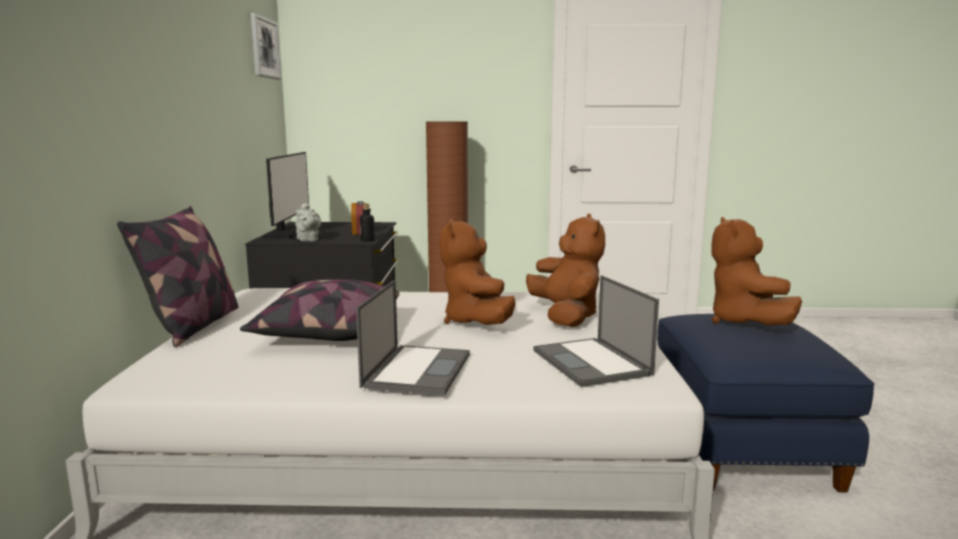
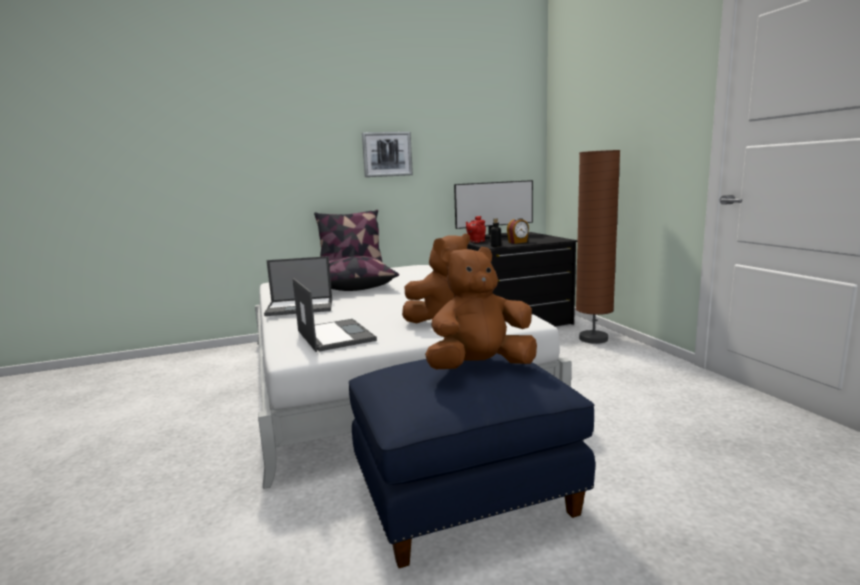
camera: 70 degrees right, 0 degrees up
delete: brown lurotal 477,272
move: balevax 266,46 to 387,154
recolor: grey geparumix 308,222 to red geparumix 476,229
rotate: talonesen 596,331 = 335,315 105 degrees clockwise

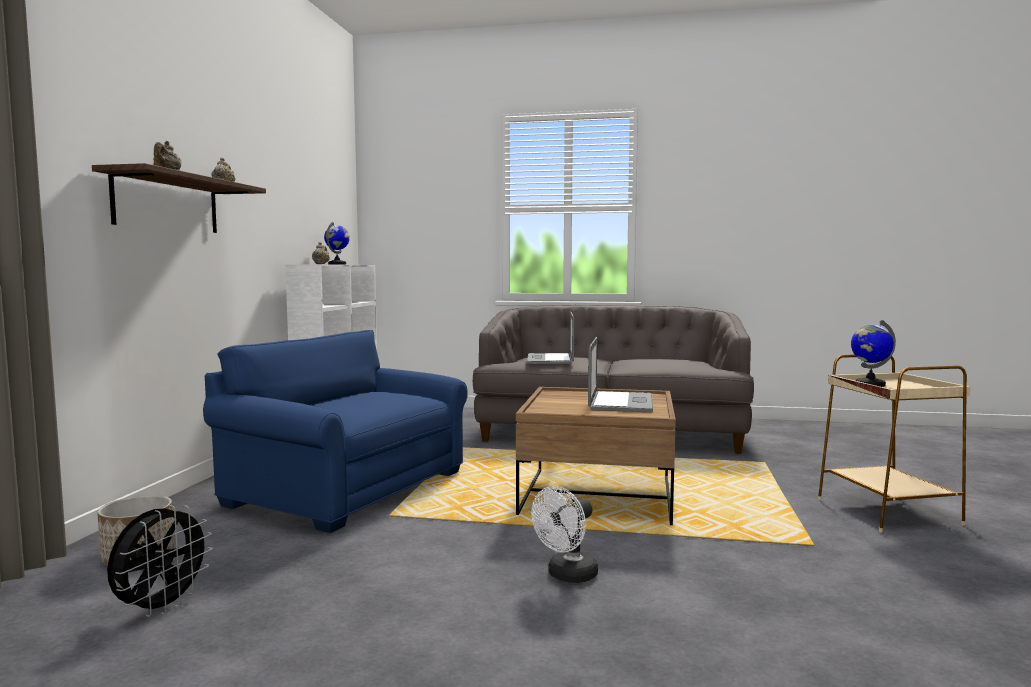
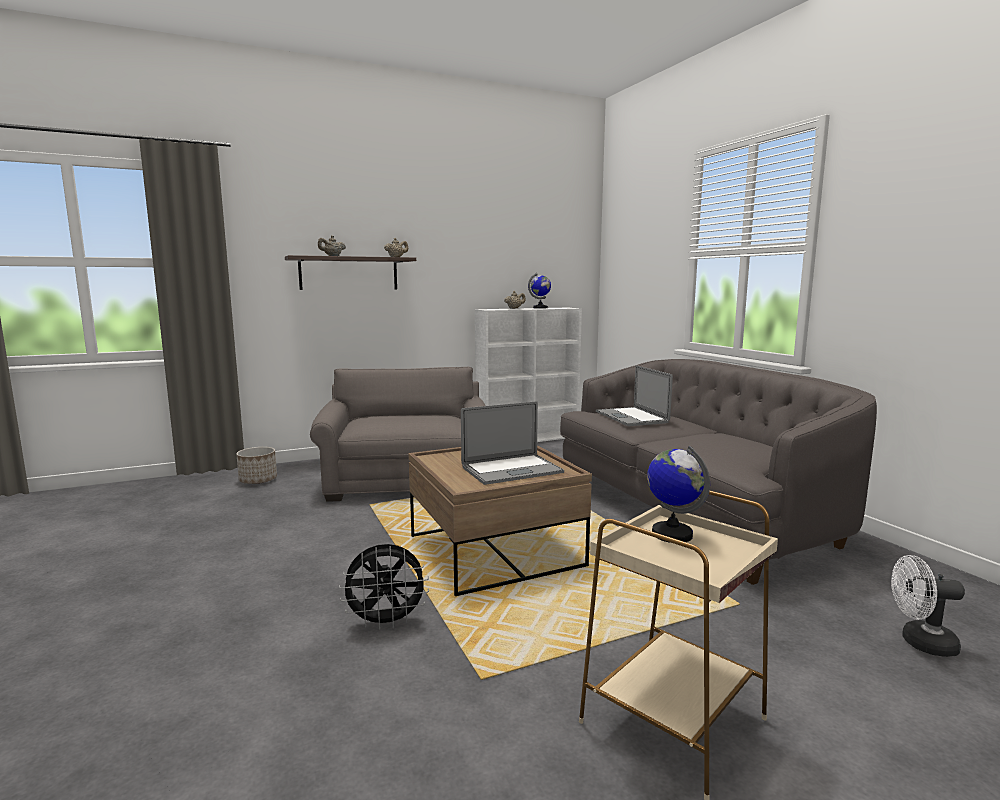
camera: 55 degrees right, 5 degrees up
move: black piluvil 160,561 to 384,587; white piluvil 564,534 to 928,606
recolor: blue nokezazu 335,431 to grey nokezazu 398,434
rotate: talonesen 550,338 = 634,395 75 degrees counterclockwise

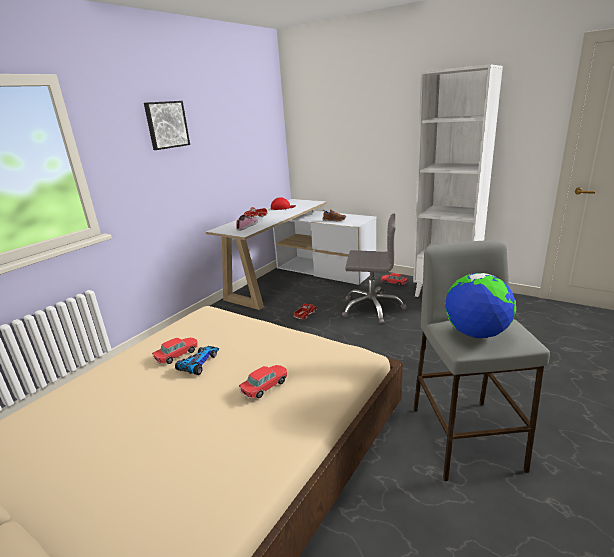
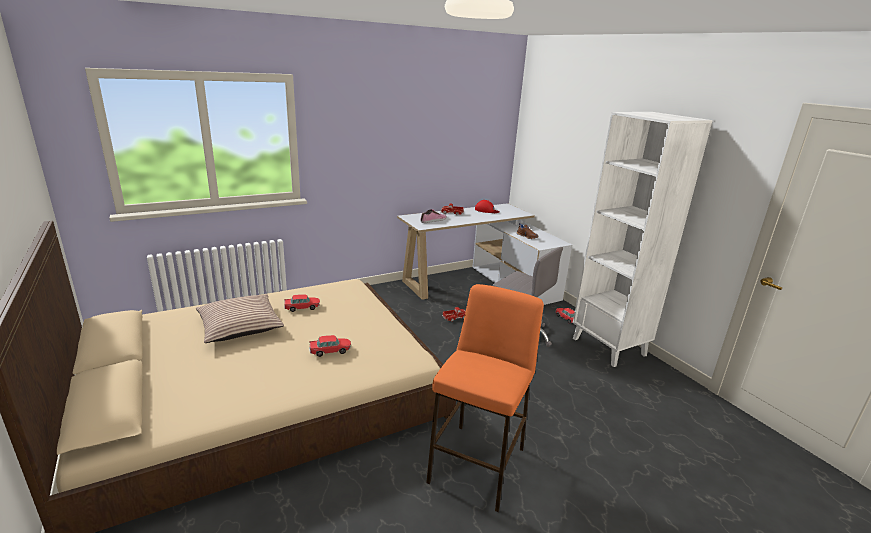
camera: 25 degrees right, 0 degrees up
delete: balevax 167,125; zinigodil 197,360; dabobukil 480,305
insert: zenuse 240,318
recolor: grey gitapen 481,361 to orange gitapen 485,398

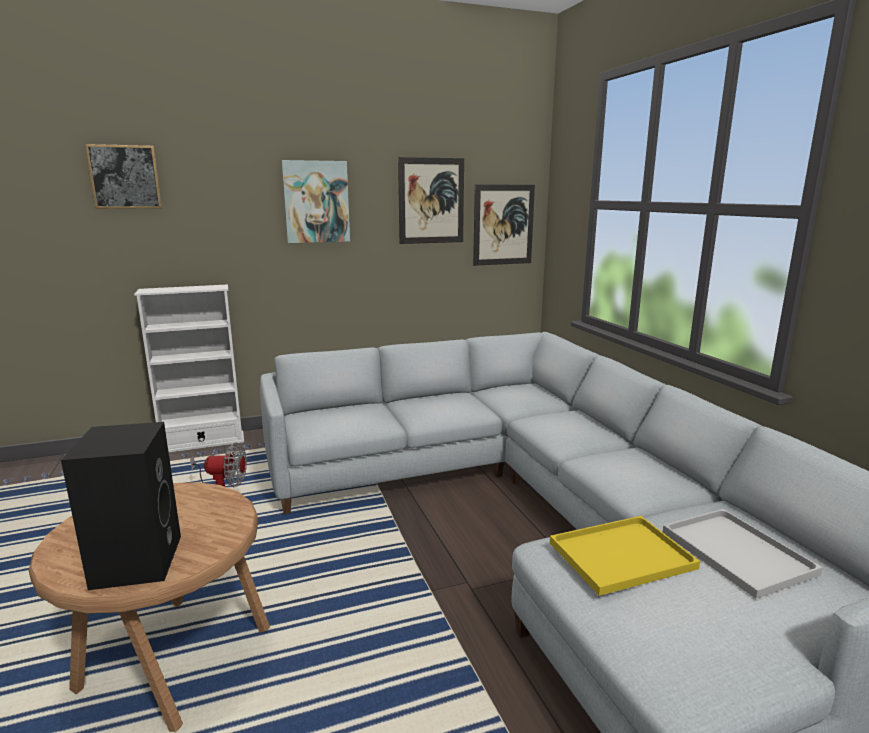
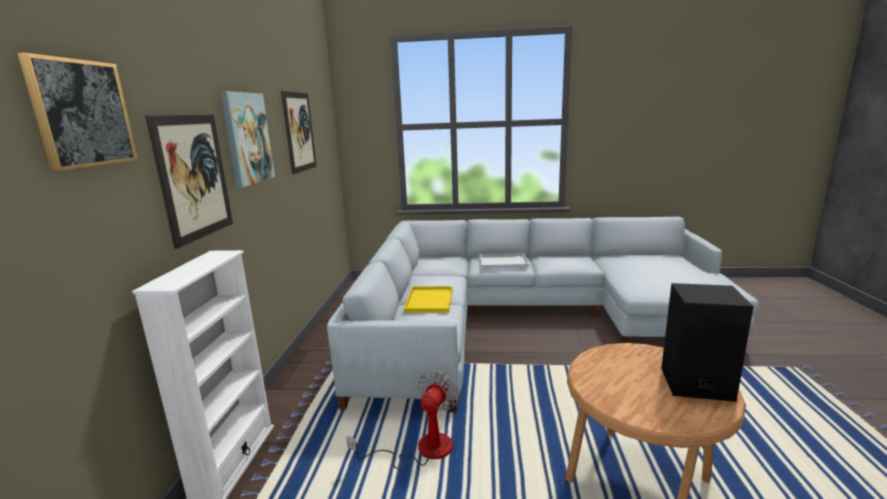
camera: 65 degrees left, 0 degrees up
move: balevax 504,225 to 189,182; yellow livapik 625,556 to 428,299; white livapik 743,554 to 504,261

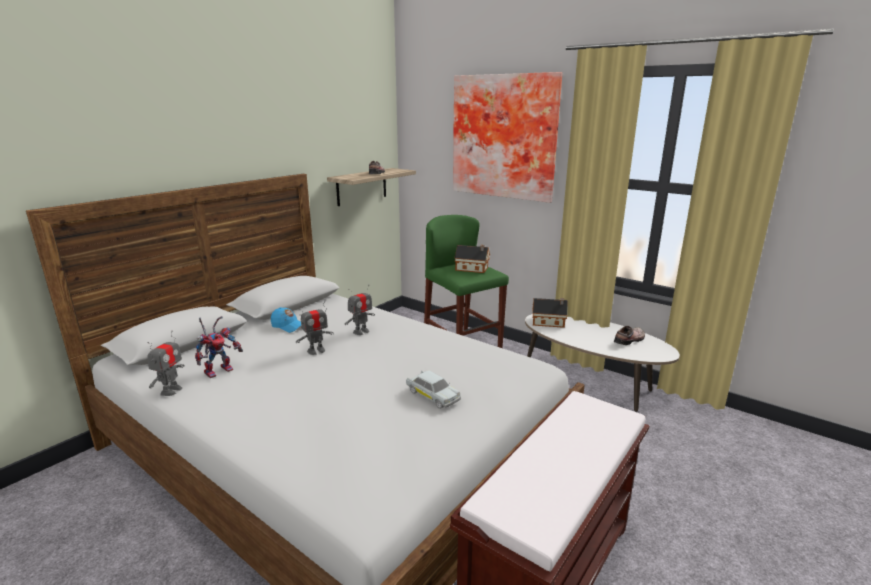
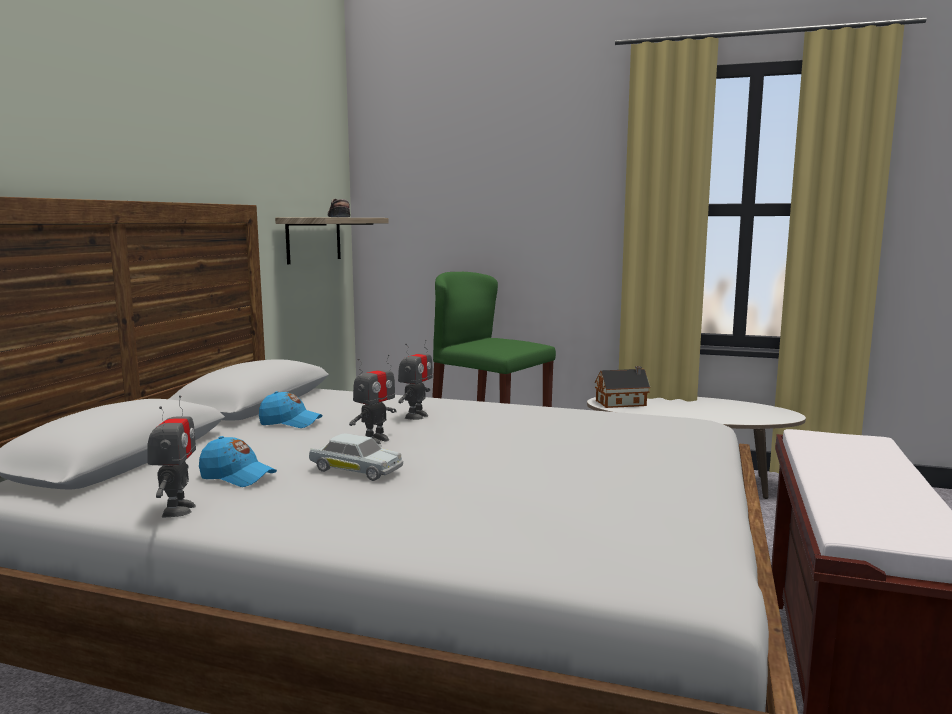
camera: 20 degrees left, 10 degrees down
delete: balevax 508,137; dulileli 472,259; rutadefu 629,335
move: white zinigodil 433,390 to 356,457
replace: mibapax 219,347 to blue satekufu 238,461

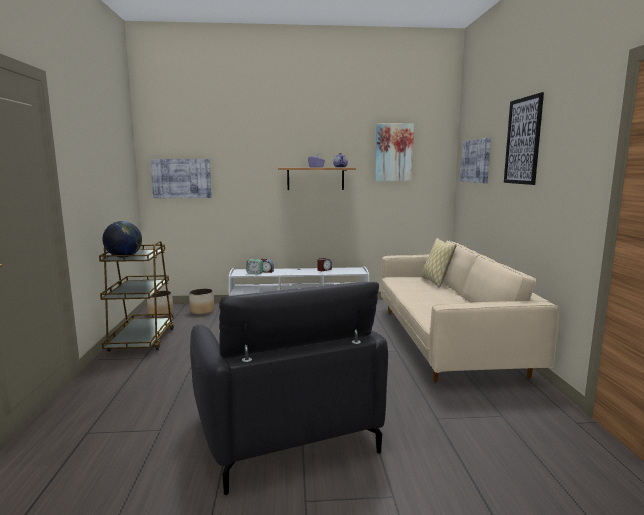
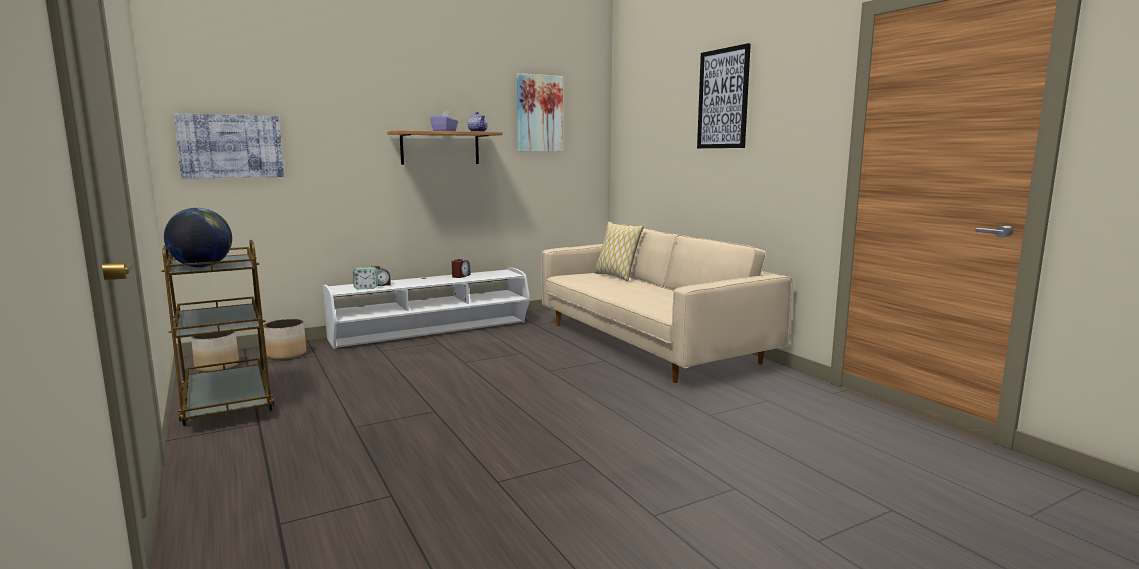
camera: 25 degrees left, 0 degrees up
delete: black nokezazu 289,388; balevax 475,160

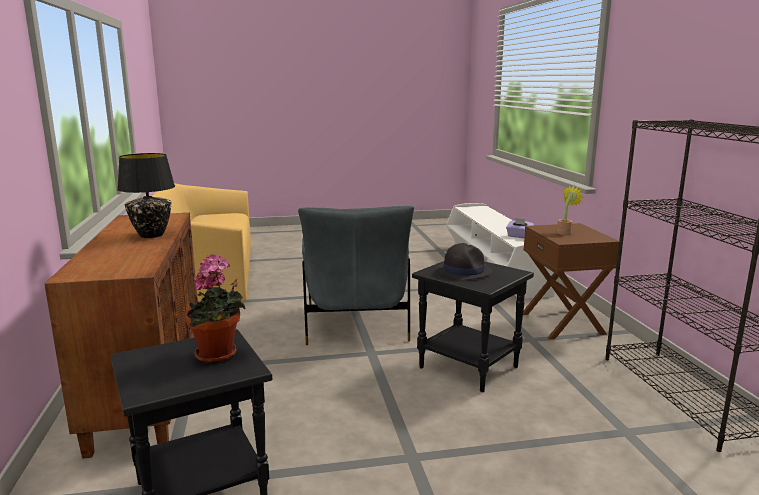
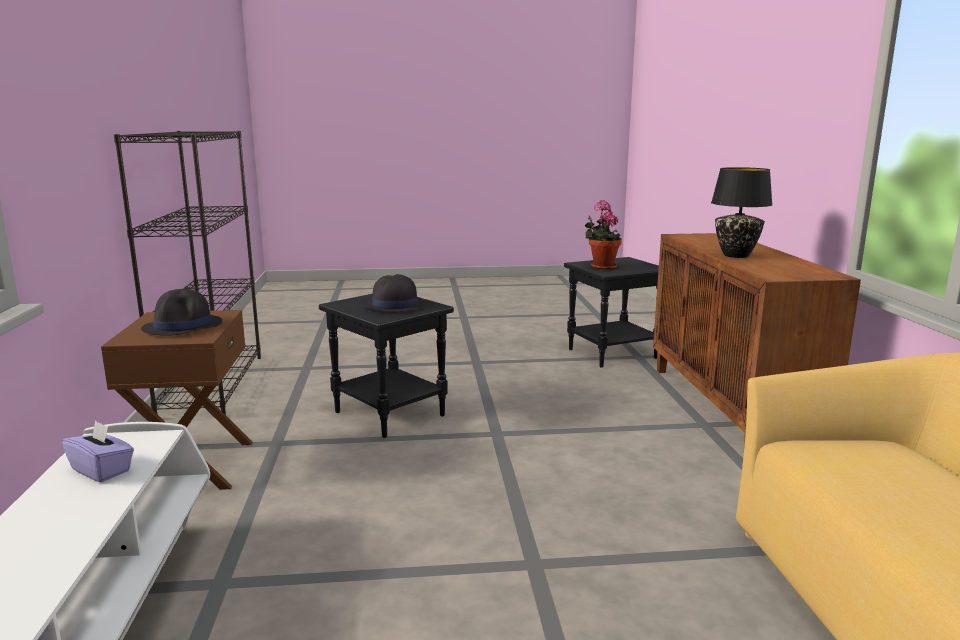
camera: 175 degrees left, 0 degrees up
delete: grey nokezazu 356,275
replace: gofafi 570,210 to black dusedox 181,312

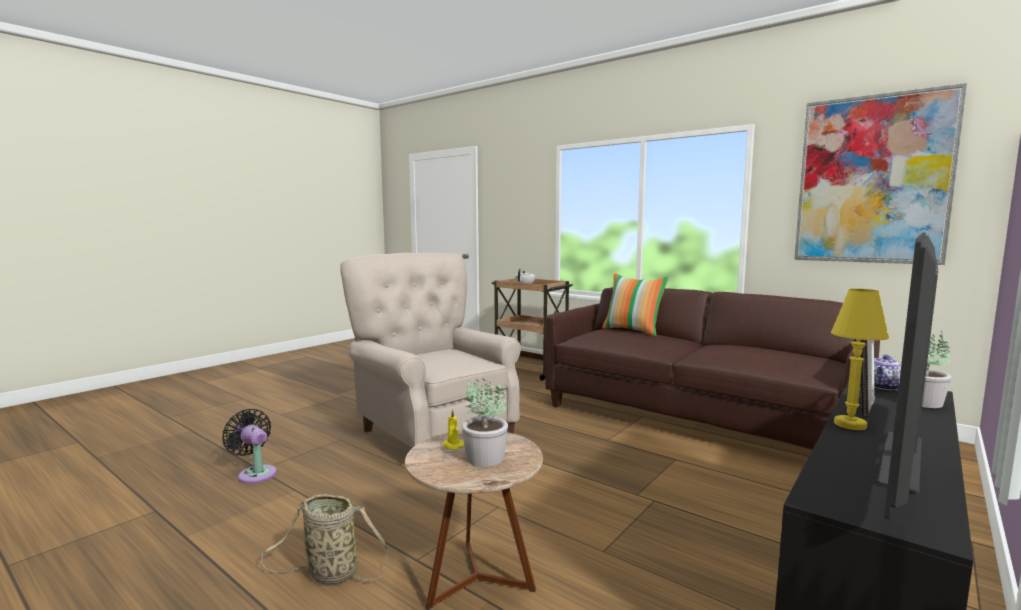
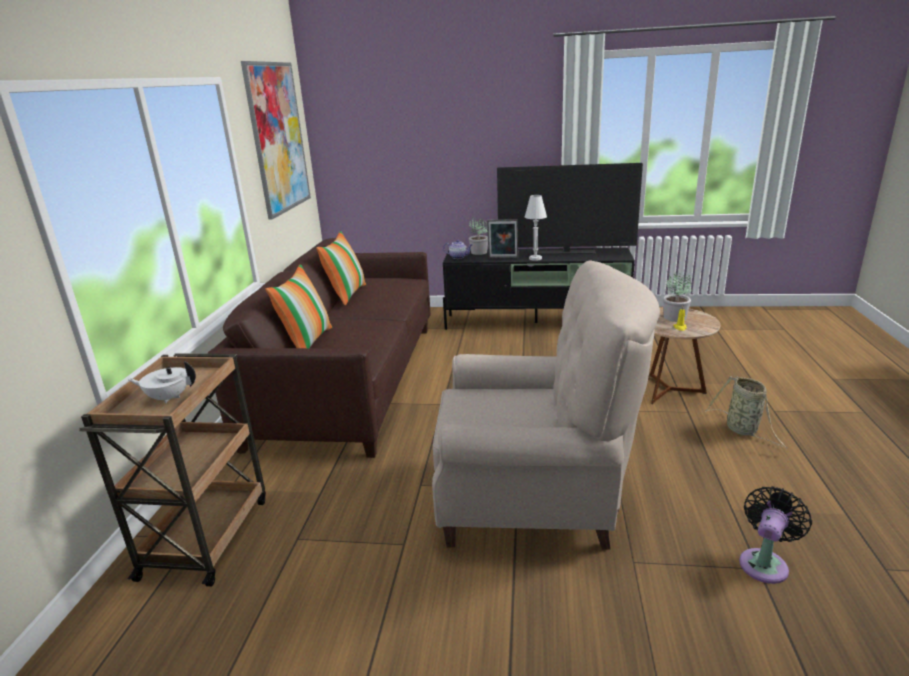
camera: 120 degrees left, 15 degrees up
insert: zenuse 341,268
recolor: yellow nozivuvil 860,359 to white nozivuvil 536,228
rotate: black piluvil 249,446 = 775,535 150 degrees counterclockwise; beige nokezazu 430,351 = 546,405 105 degrees counterclockwise

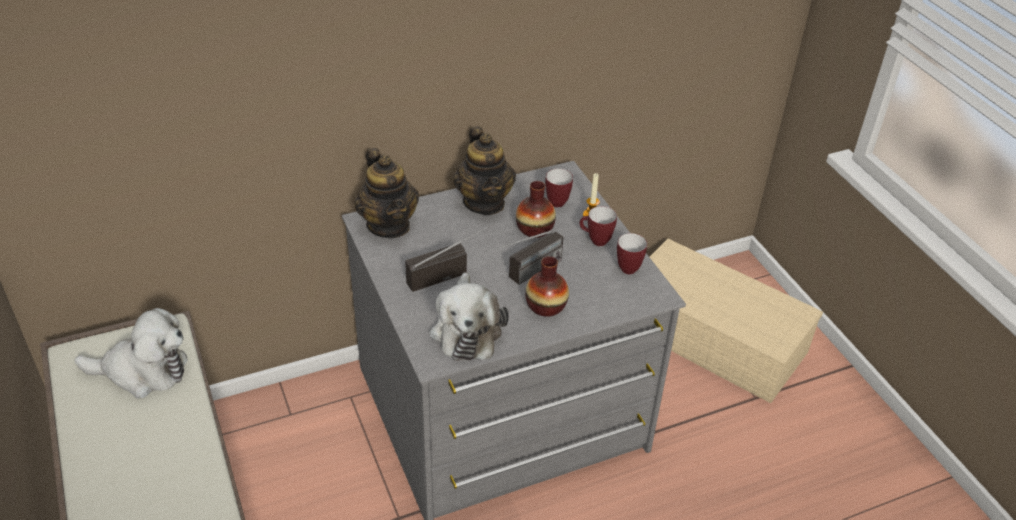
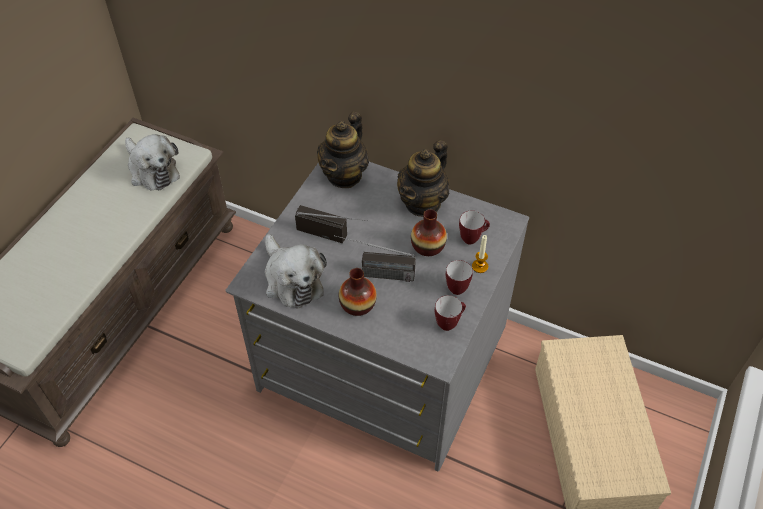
camera: 50 degrees right, 10 degrees up
rotate: lurotal 469,316 = 296,271 75 degrees counterclockwise

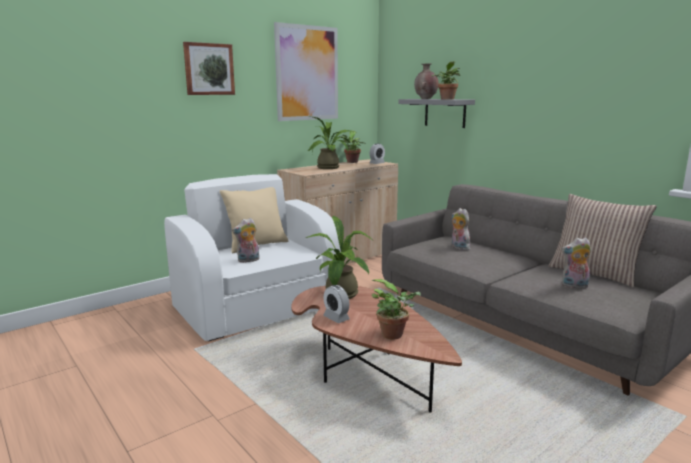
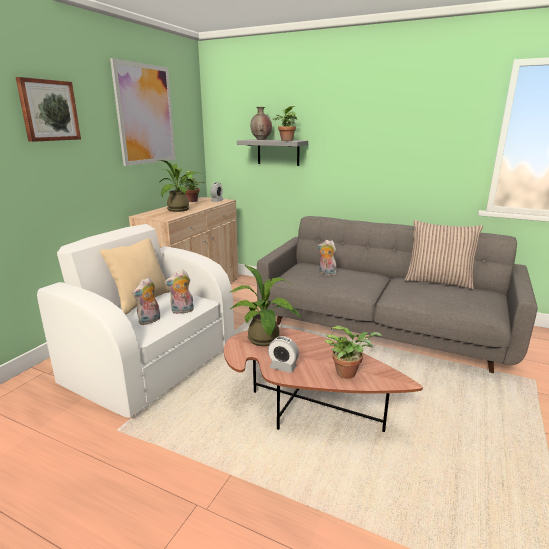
camera: 25 degrees left, 5 degrees up
move: lurotal 576,262 to 179,292

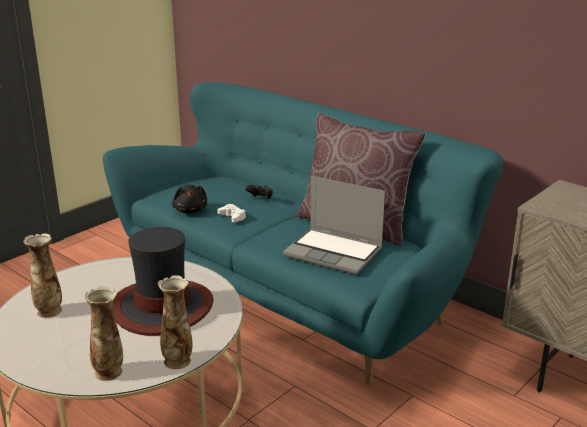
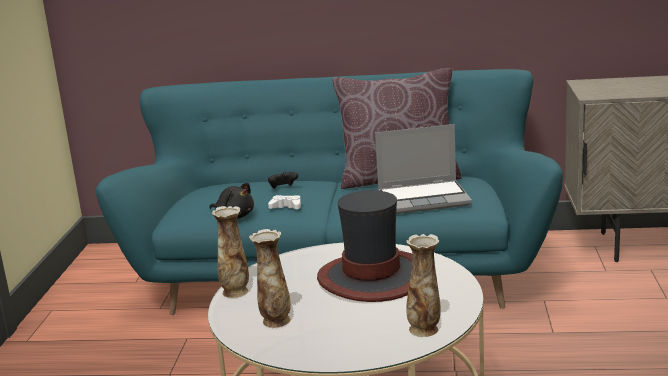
camera: 35 degrees left, 5 degrees down
move: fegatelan 175,322 to 230,252

